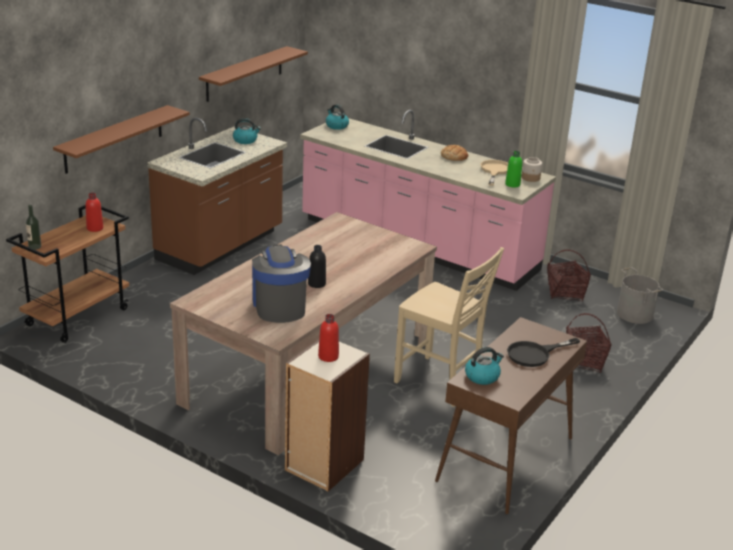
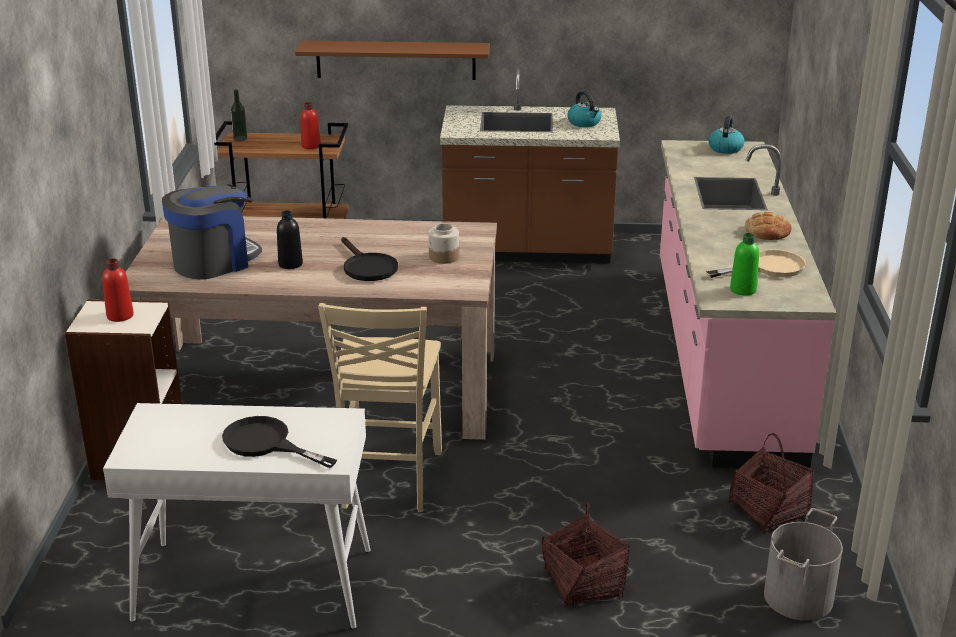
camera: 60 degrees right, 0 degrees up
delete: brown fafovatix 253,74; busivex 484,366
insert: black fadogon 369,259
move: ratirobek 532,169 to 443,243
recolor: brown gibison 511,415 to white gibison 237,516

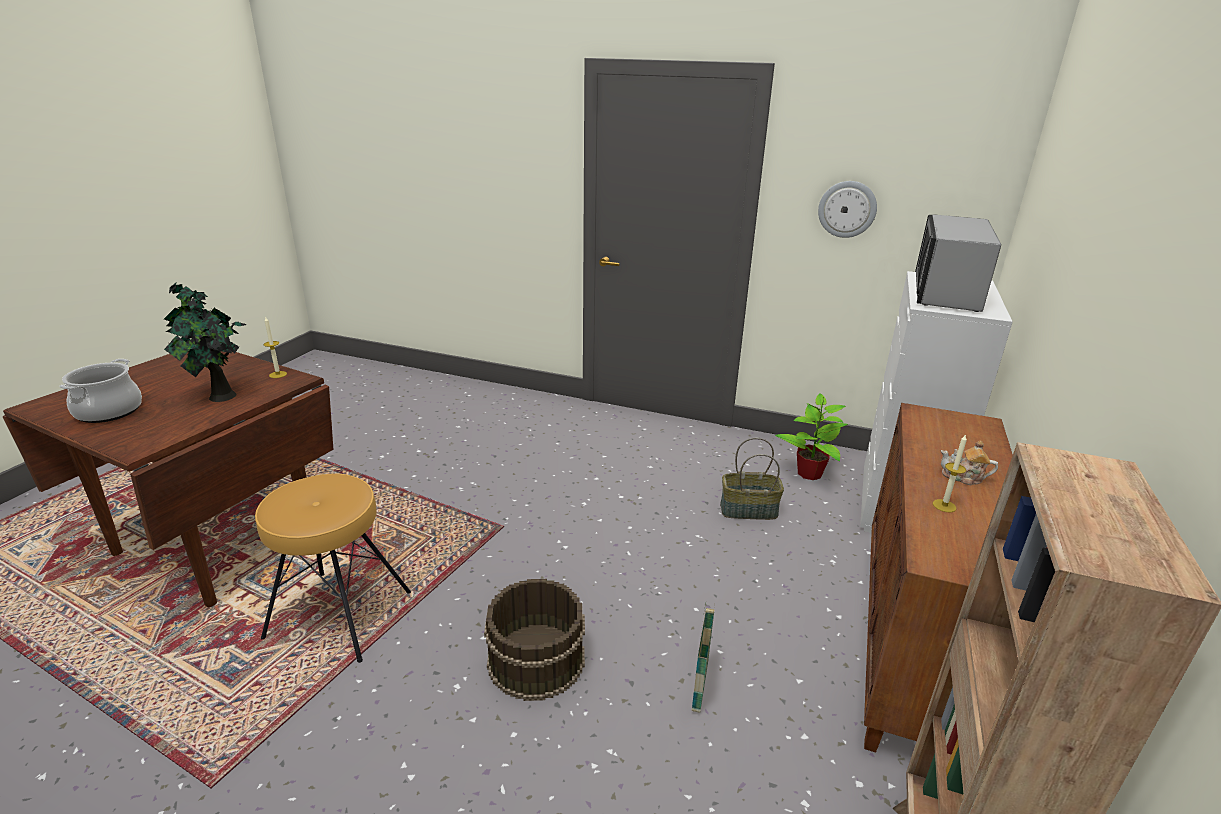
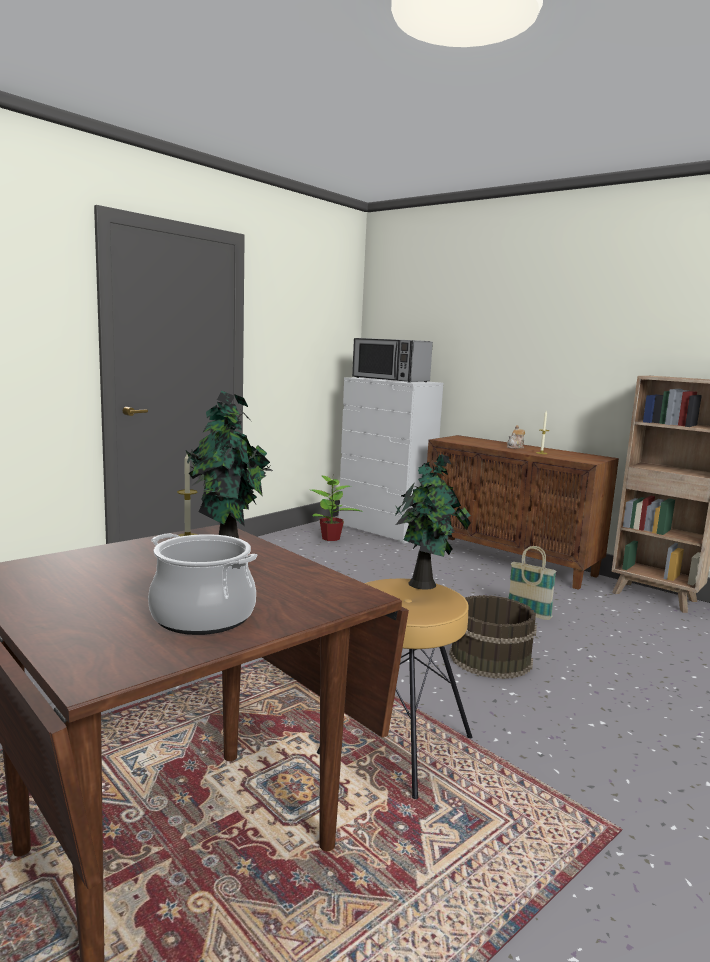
camera: 70 degrees left, 15 degrees down
delete: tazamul 752,479; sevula 847,209
insert: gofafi 433,522

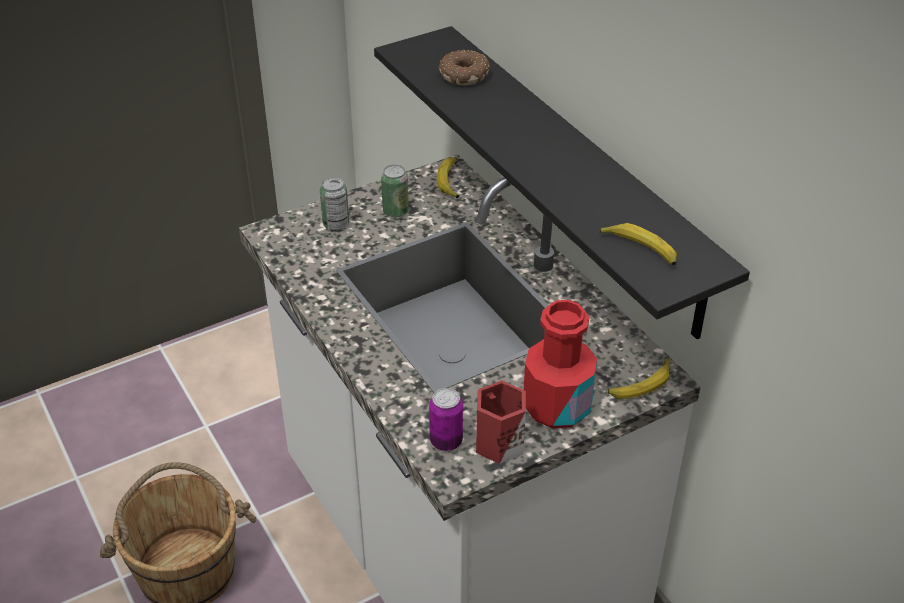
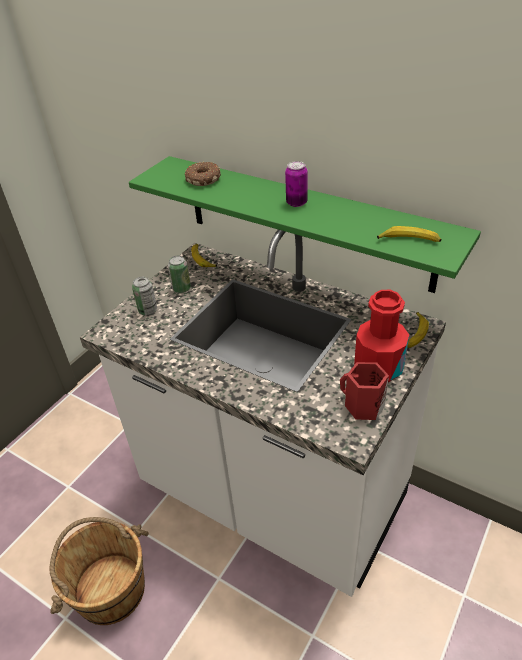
camera: 25 degrees left, 0 degrees up
move: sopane 446,419 to 296,184
recolor: black fafovatix 562,182 to green fafovatix 305,224

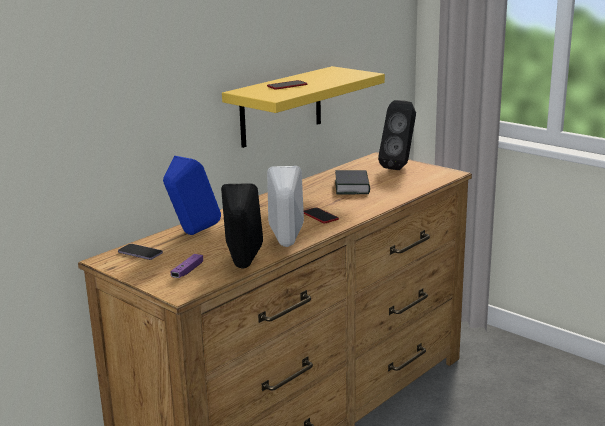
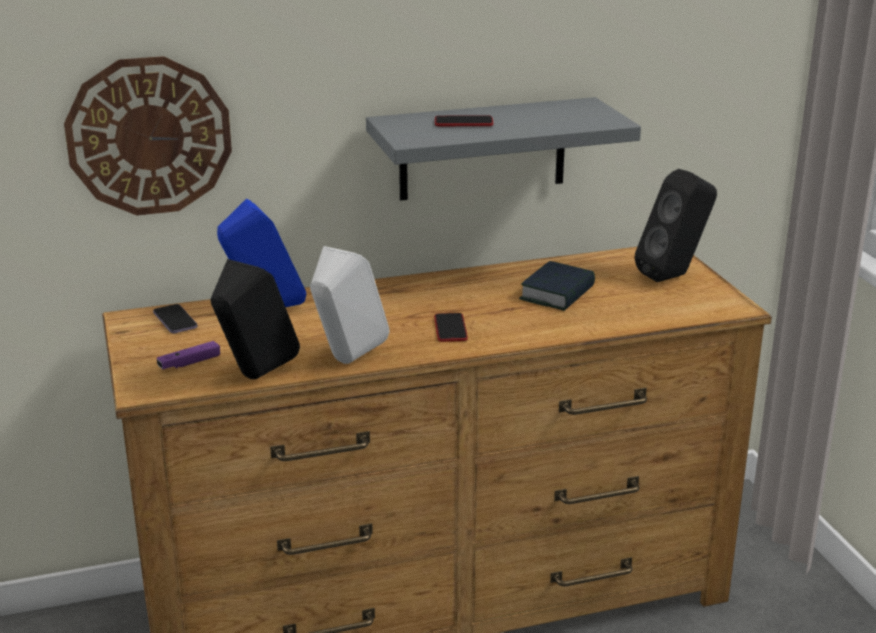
camera: 30 degrees right, 5 degrees up
insert: sevula 148,135
recolor: yellow fafovatix 303,107 to grey fafovatix 503,148

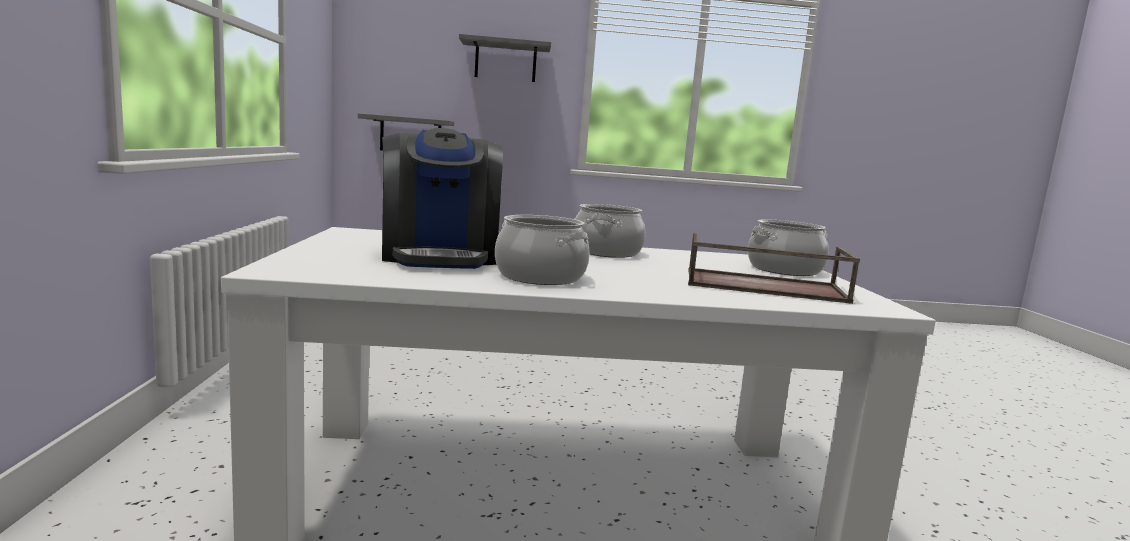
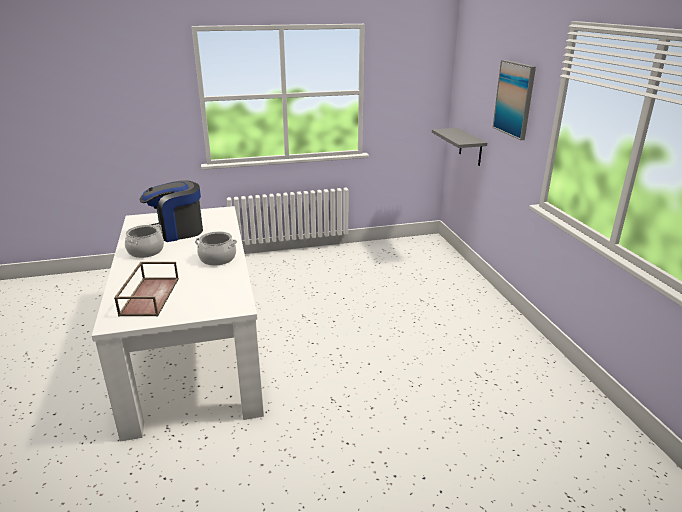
camera: 80 degrees right, 15 degrees up
delete: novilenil 788,247
replace: grey fafovatix 505,58 to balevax 514,100

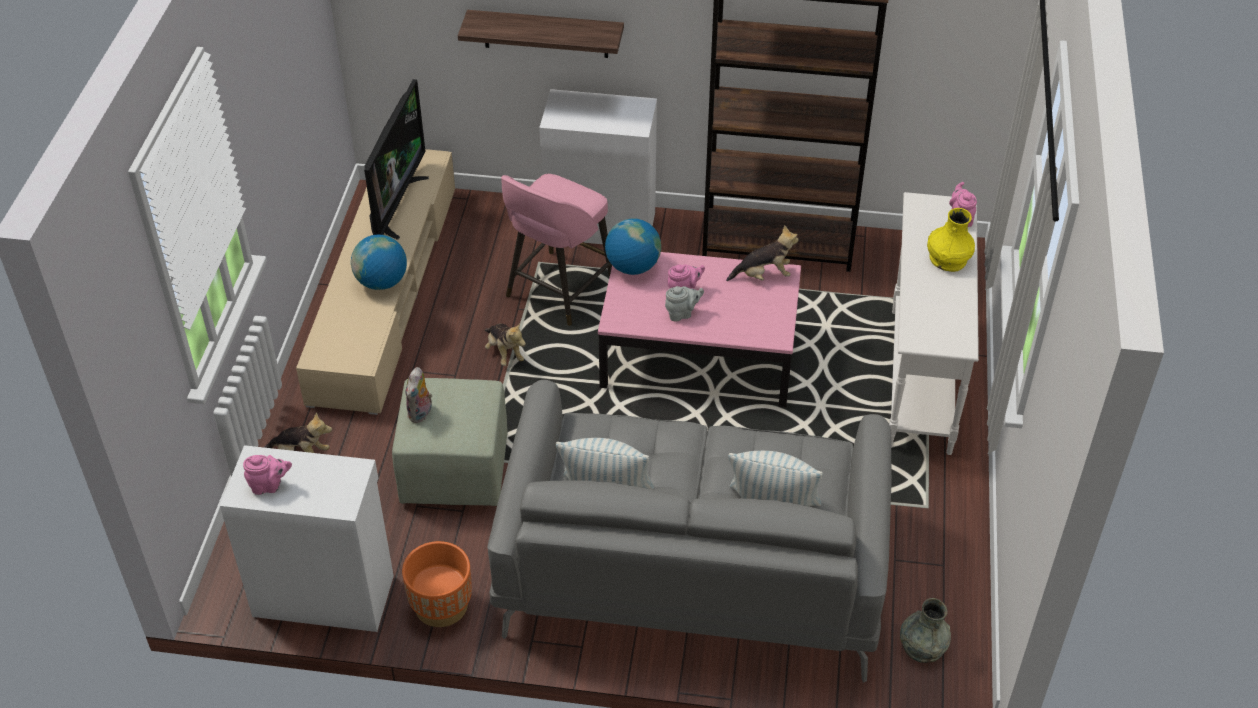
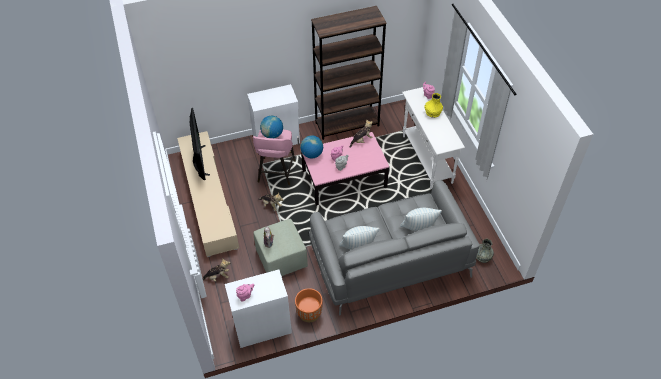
camera: 25 degrees left, 5 degrees up
delete: fafovatix 541,34
move: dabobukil 379,262 to 271,127

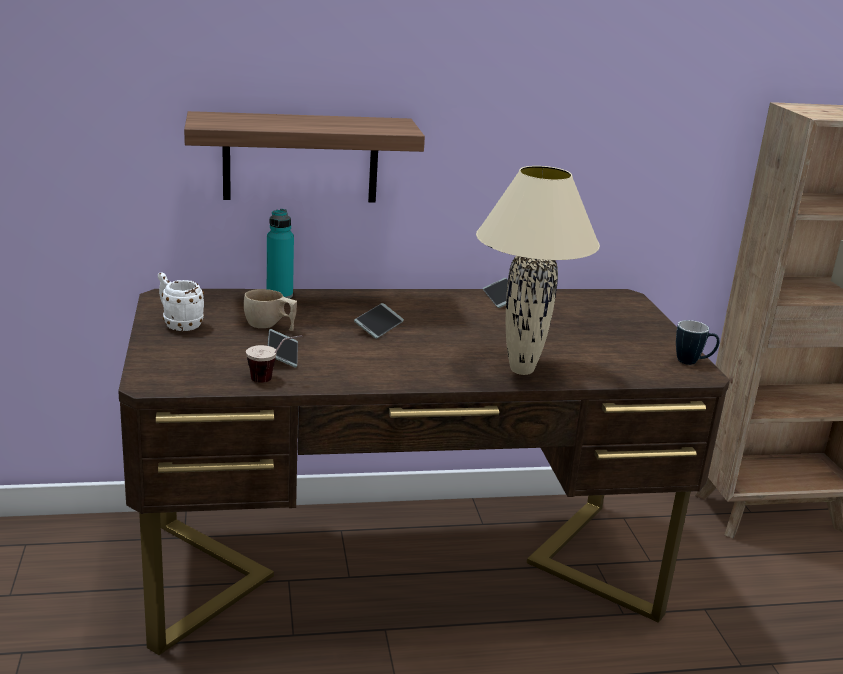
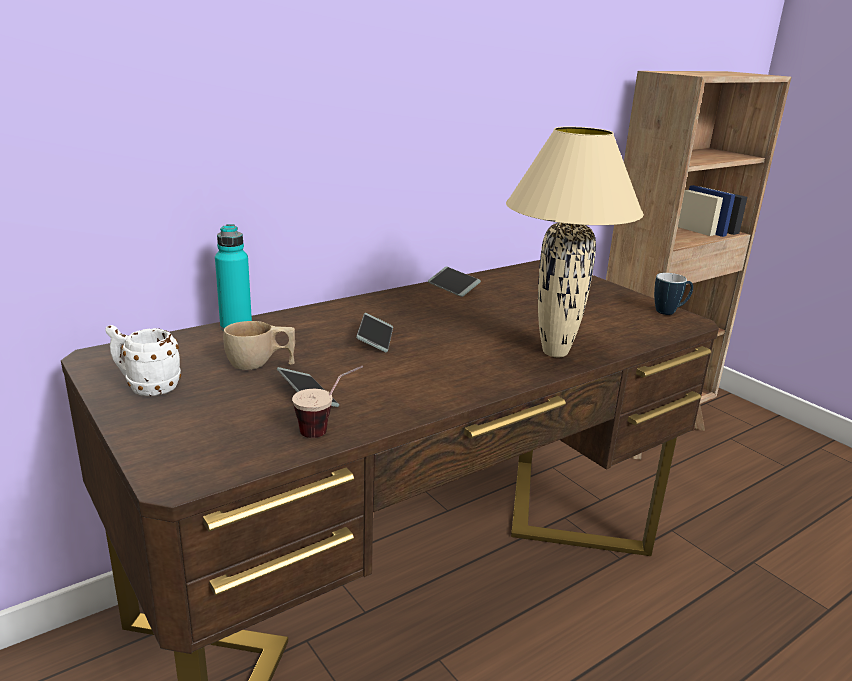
camera: 25 degrees left, 0 degrees up
delete: fafovatix 304,157

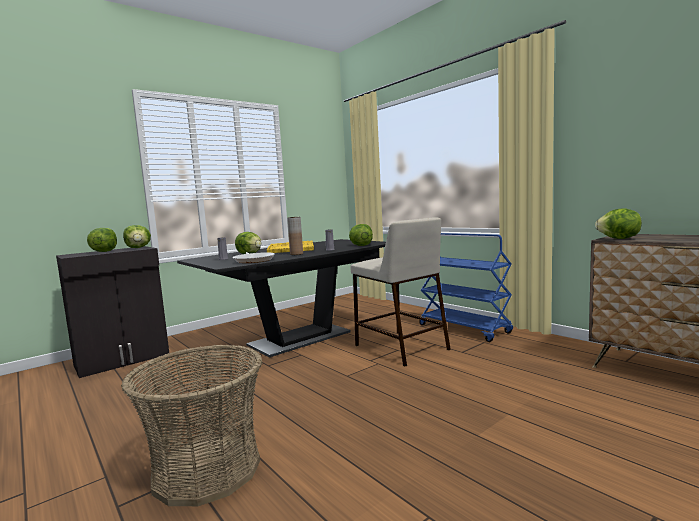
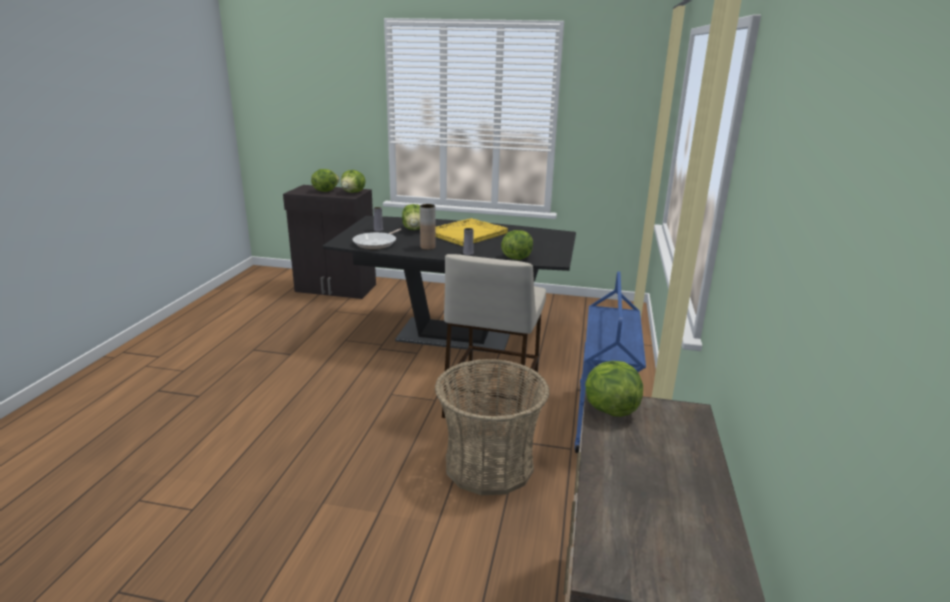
camera: 50 degrees right, 15 degrees up
move: tazamul 191,425 to 492,427

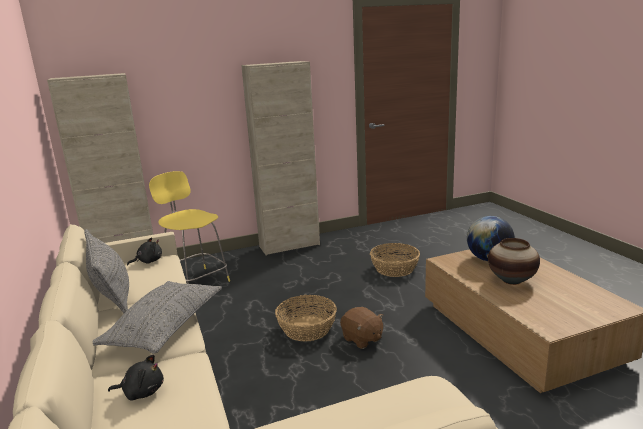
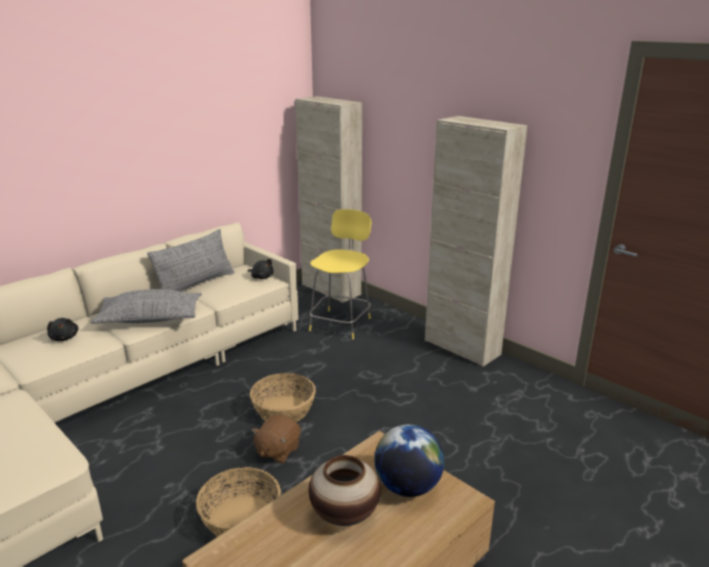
camera: 65 degrees right, 5 degrees up
move: tazamul 395,260 to 238,502

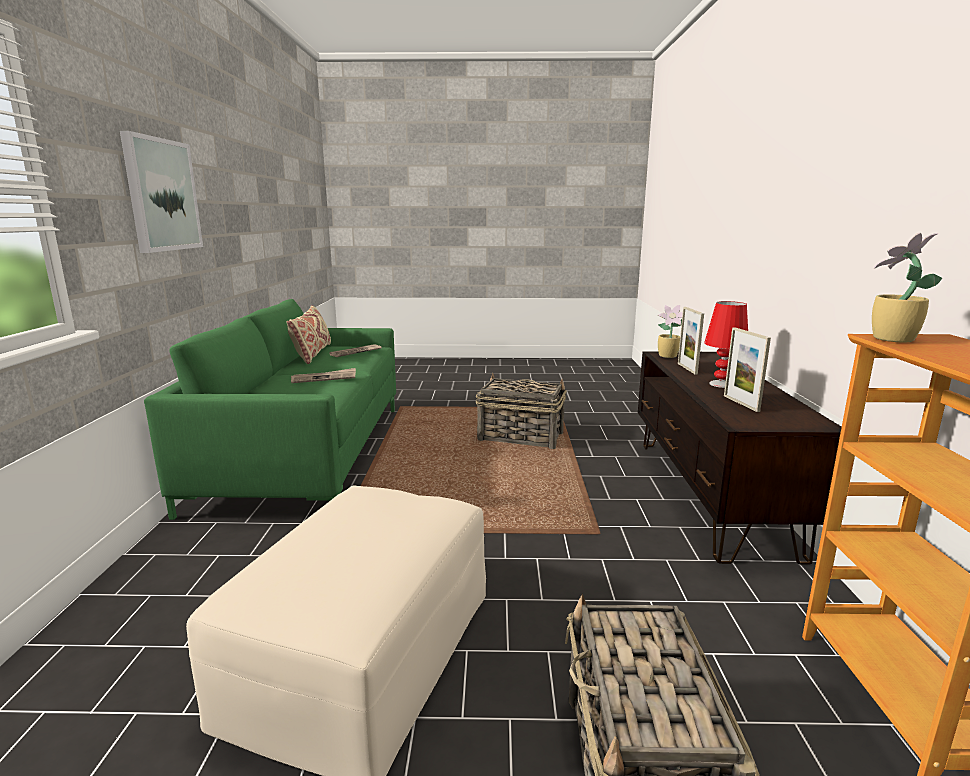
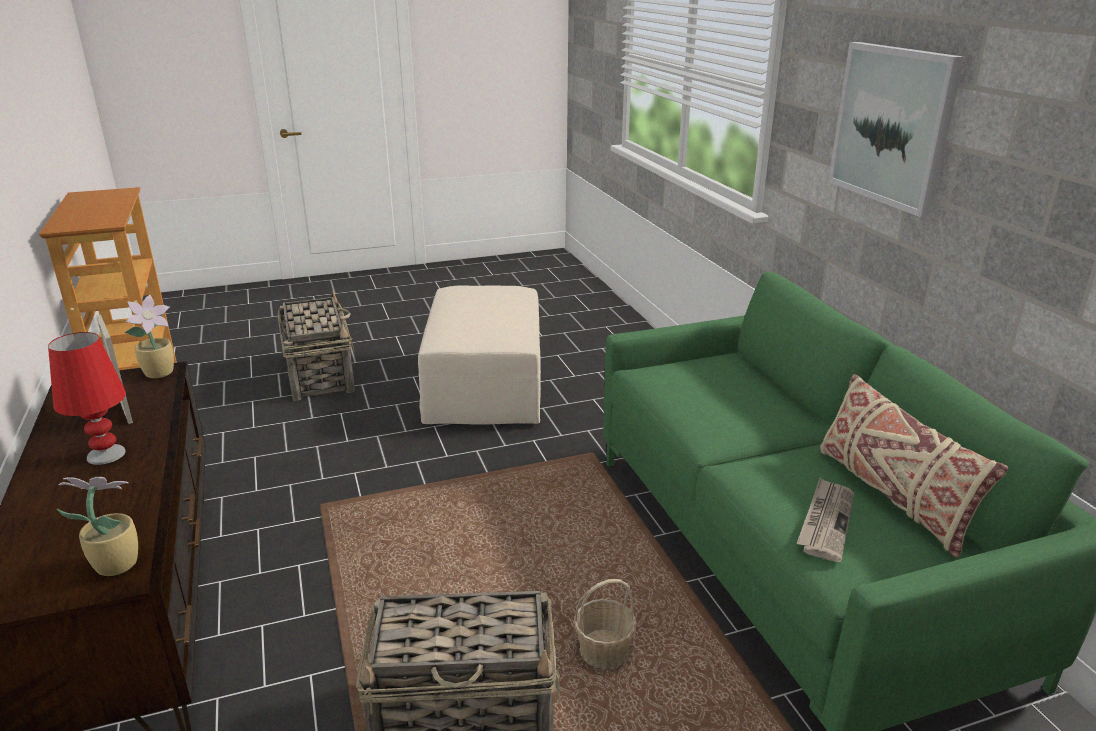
camera: 160 degrees right, 10 degrees up
delete: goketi 323,375; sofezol 691,341
insert: tazamul 605,624
move: gofafi 907,287 to 149,336

